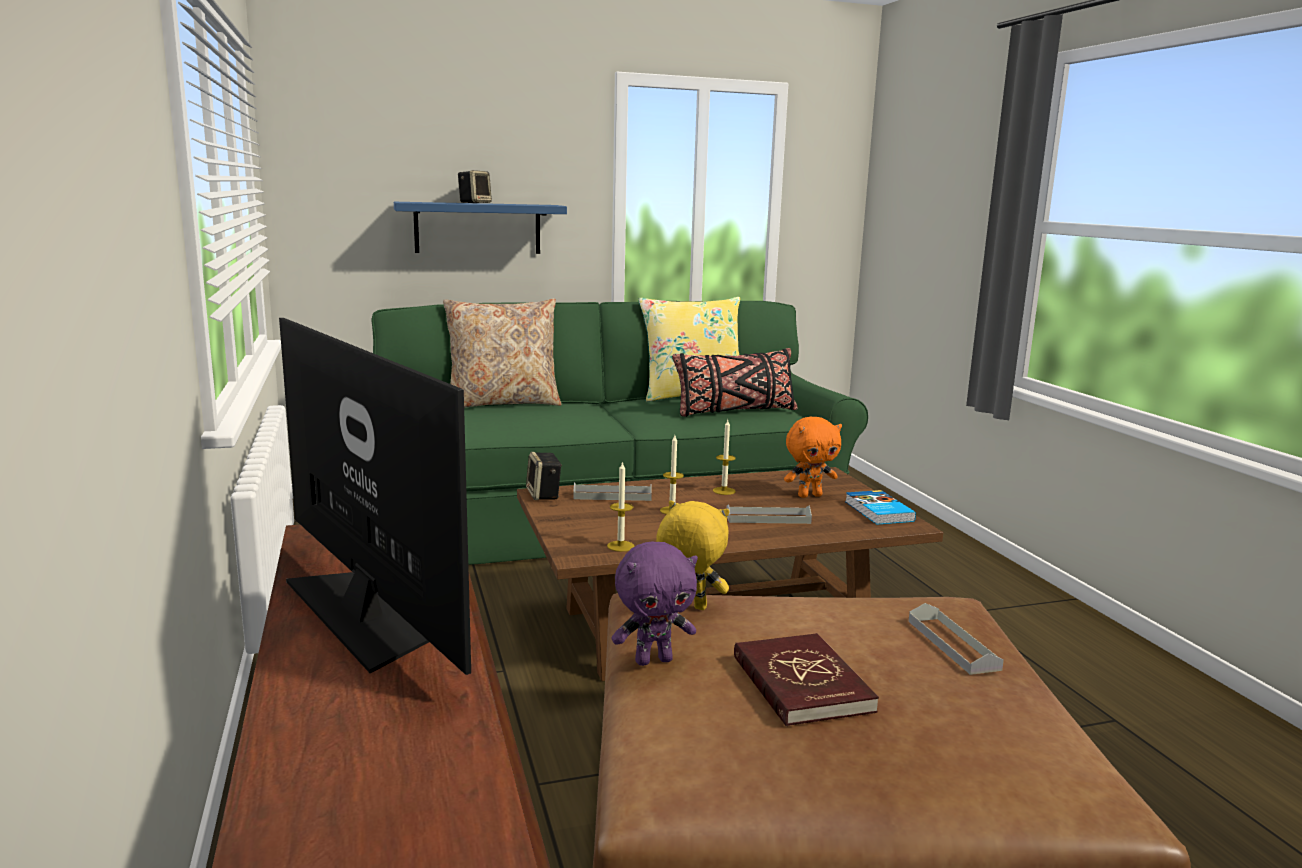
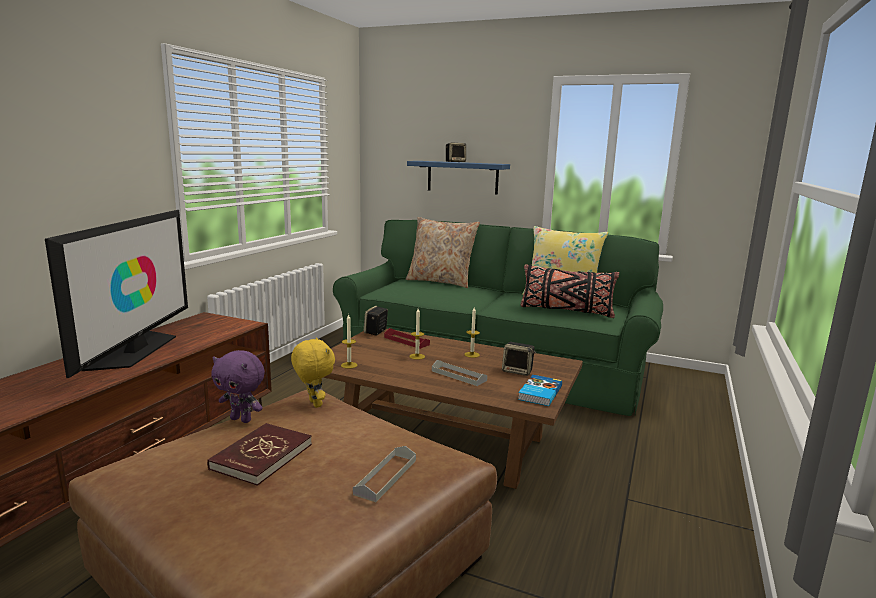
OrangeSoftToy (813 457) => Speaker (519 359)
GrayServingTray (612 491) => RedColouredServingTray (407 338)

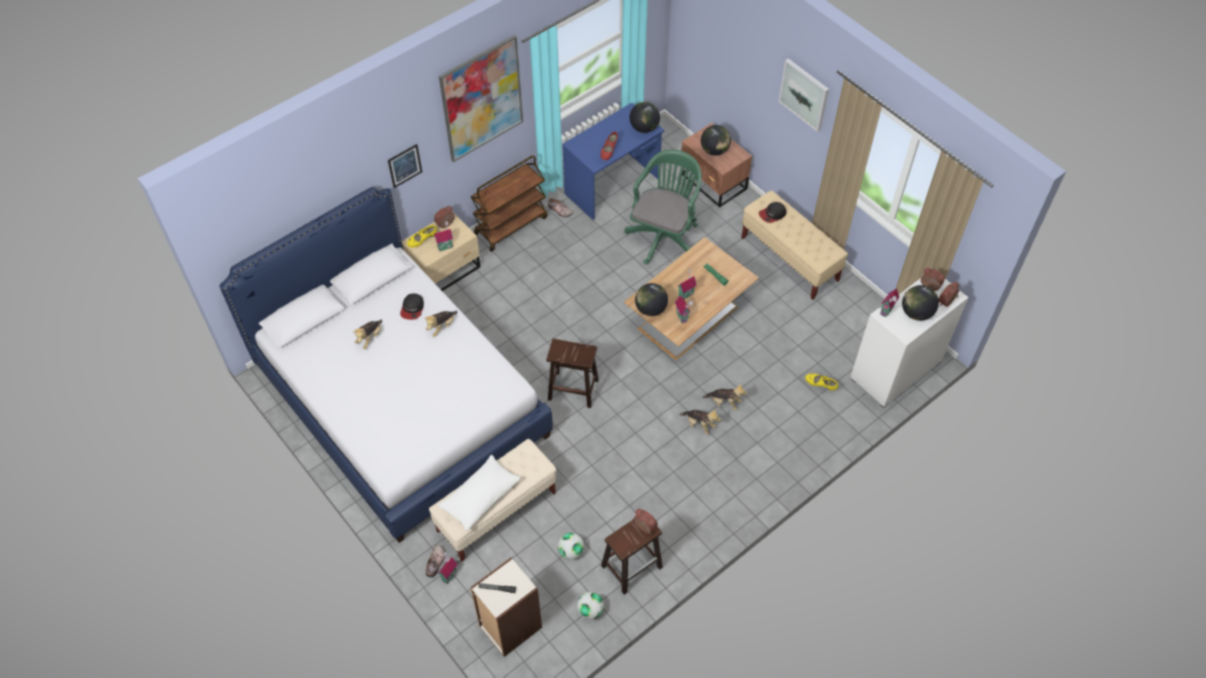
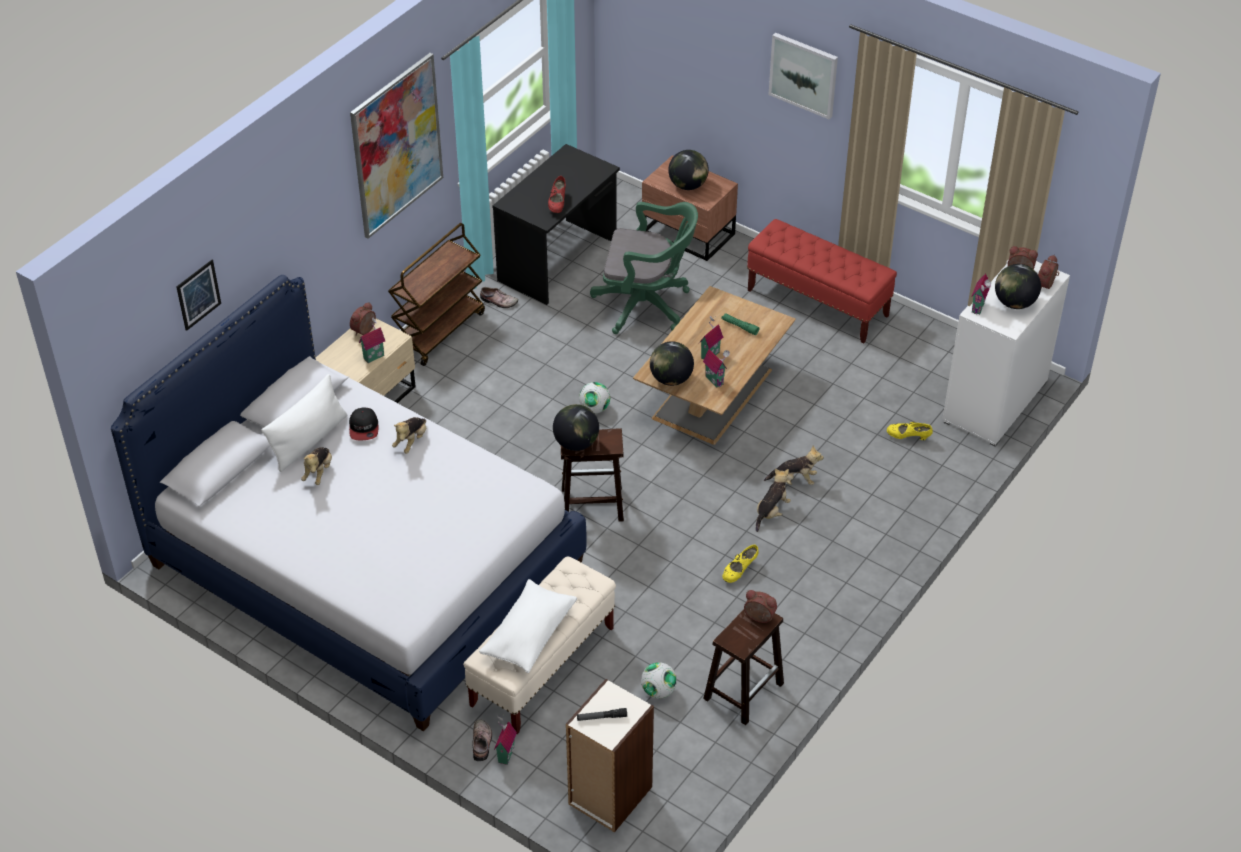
WorldGlobe (645 117) => WorldGlobe (576 427), shifted
BlueDeskTable (613 161) => BlackishDeskTable (556 224)
WallPicture (405 166) => WallPicture (198 295), shifted
GreenishDeskChair (663 207) => GreenishDeskChair (644 268), 90 degrees clockwise
BeigeIndoorBench (794 245) => RedColouredIndoorBench (822 281)
Cap (772 212) => nothing
YellowItemOfFootwear (422 236) => YellowItemOfFootwear (740 564), shifted
SoftToy (700 422) => SoftToy (773 500), 75 degrees counterclockwise
BallForFootball (590 605) => BallForFootball (594 397), shifted
nothing => WhiteColouredCushion (304 423)

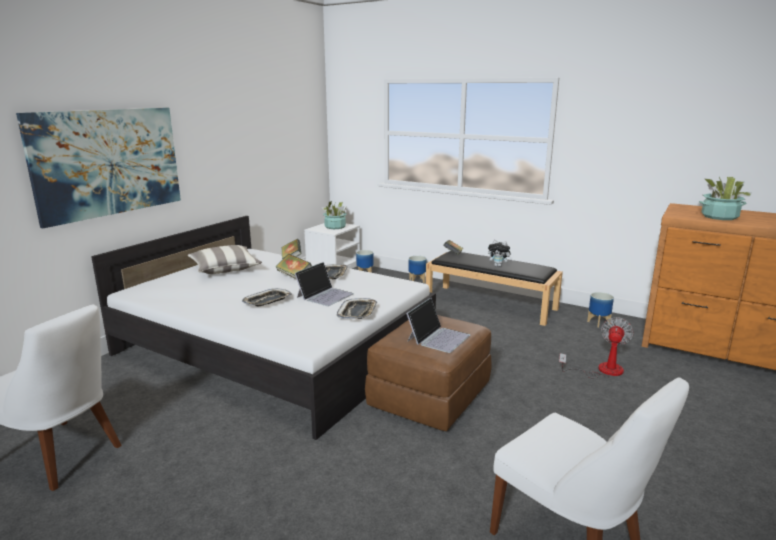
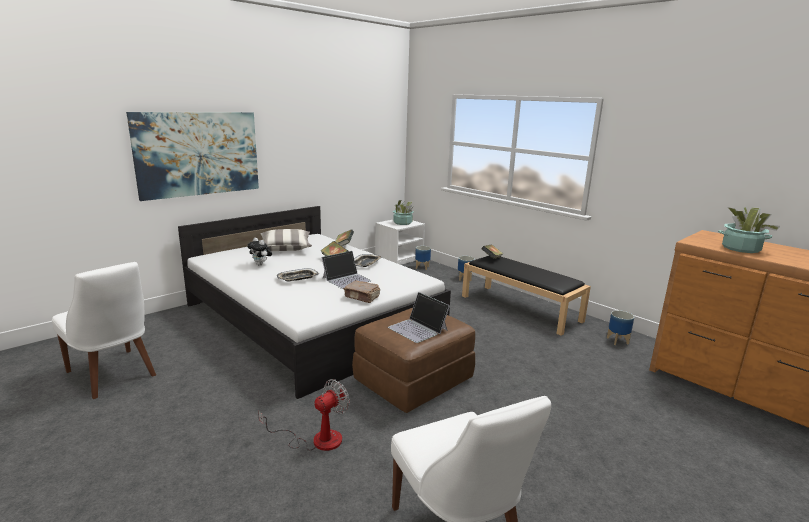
SoftToy (500 253) => SoftToy (259 252), shifted
ServingTray (357 308) => BrownishBoundBook (361 292)
PortableComputer (438 325) => PortableComputer (419 317), 90 degrees clockwise
CoolingFan (596 347) => CoolingFan (304 415), shifted

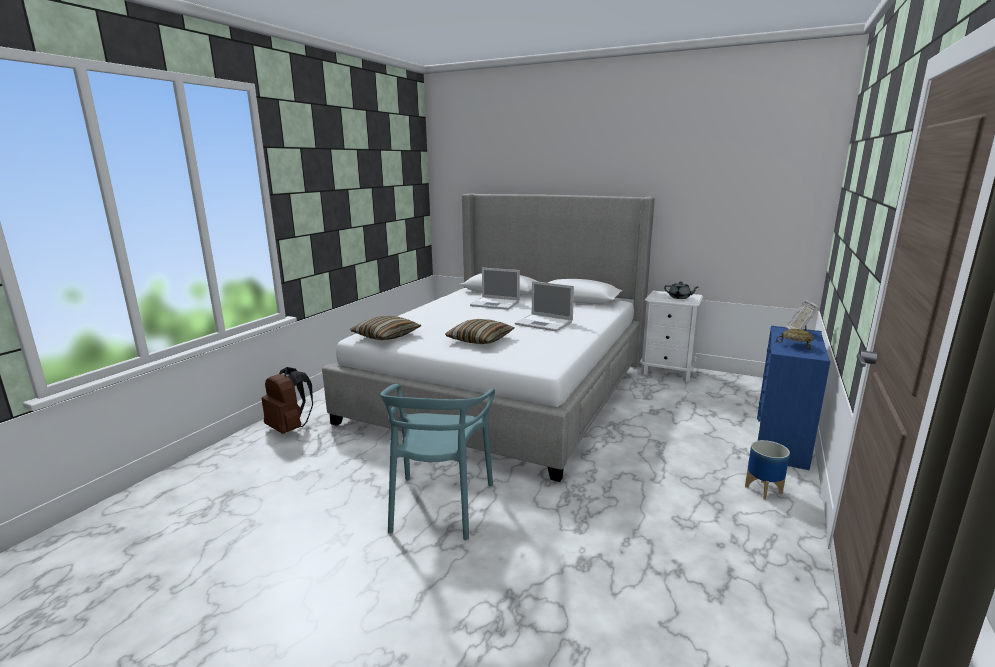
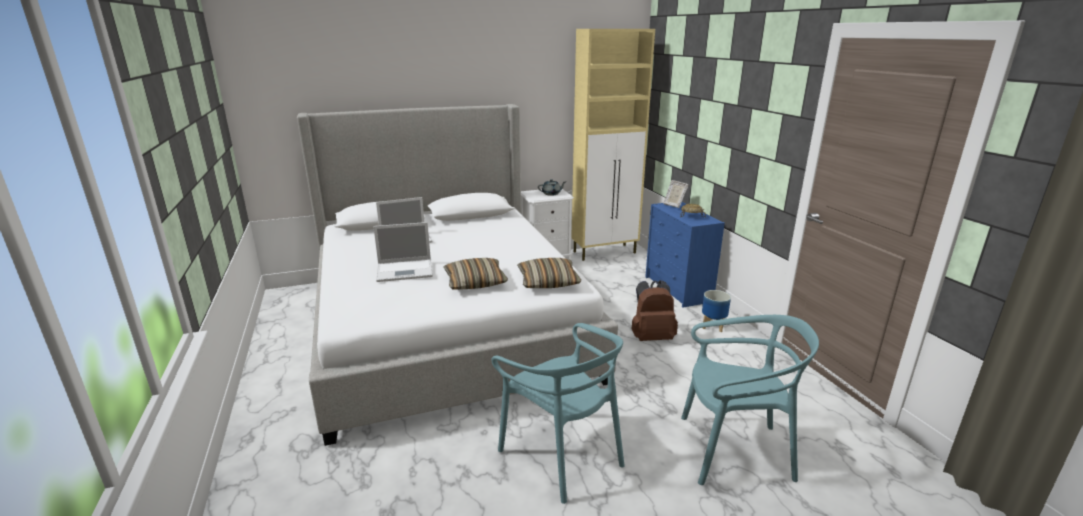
PortableComputer (544 306) => PortableComputer (403 252), shifted
Cushion (386 328) => Cushion (549 273), shifted
BrownishRucksack (287 400) => BrownishRucksack (654 310), shifted
nothing => BeigeCabinet (613 145)
nothing => TurquoiseColouredChair (750 400)

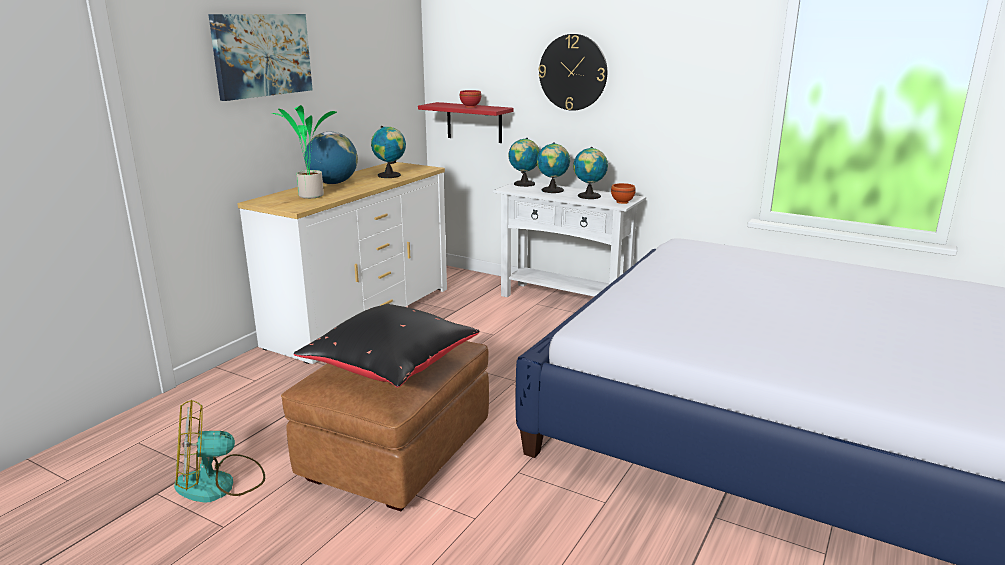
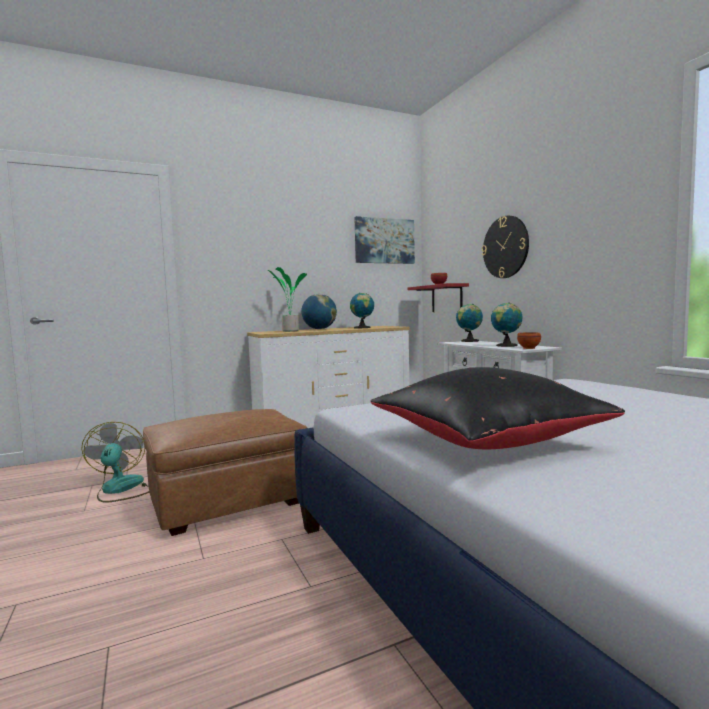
WallPicture (260 57) => WallPicture (384 240), shifted
WorldGlobe (553 167) => nothing
BlackishCushion (386 346) => BlackishCushion (497 408), shifted
CoolingFan (219 451) => CoolingFan (115 462), 60 degrees clockwise

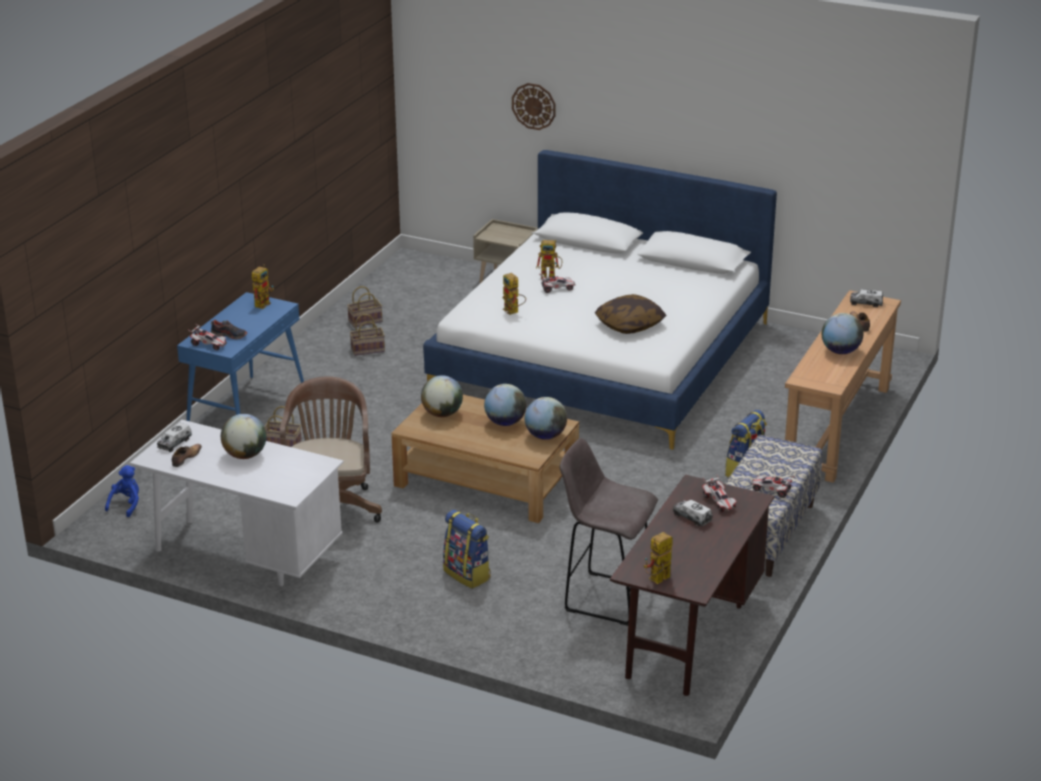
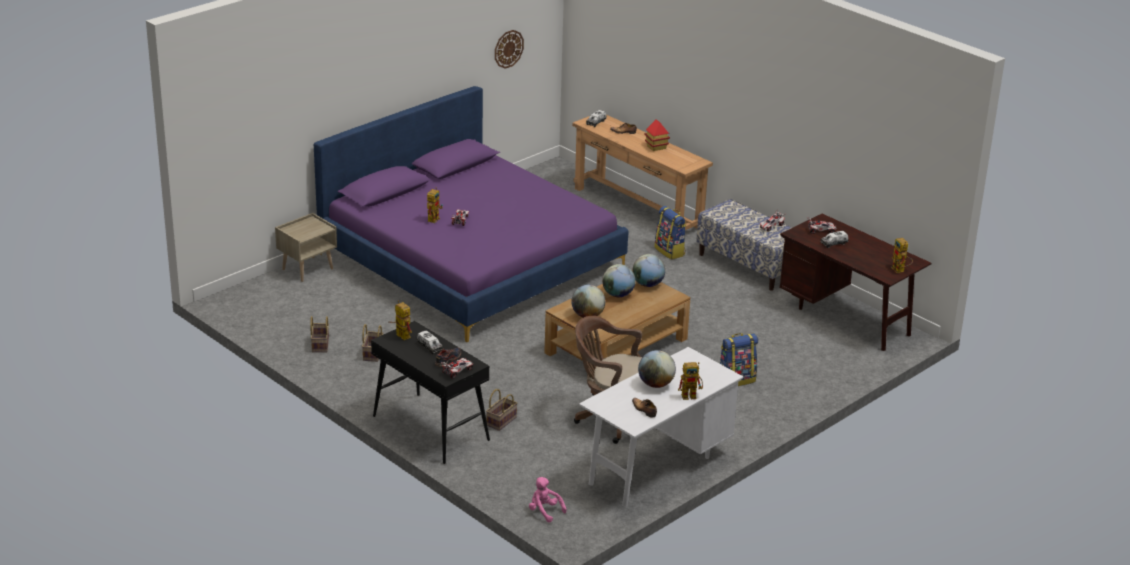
HangingClock (534 106) => HangingClock (509 49), shifted
WhiteColouredSleepingBed (600 300) => PurplishSleepingBed (471 214)
ModelRobot (514 294) => ModelRobot (690 381), shifted
BlueNarrowTable (240 356) => BlackishNarrowTable (430 392)
Cushion (631 314) => nothing
WorldGlobe (843 333) => ToyHouse (657 135)
ToyTruck (174 437) => ToyTruck (430 342), shifted
GrayStool (609 532) => nothing
BlueSoftToy (122 491) => PinkSoftToy (548 500)

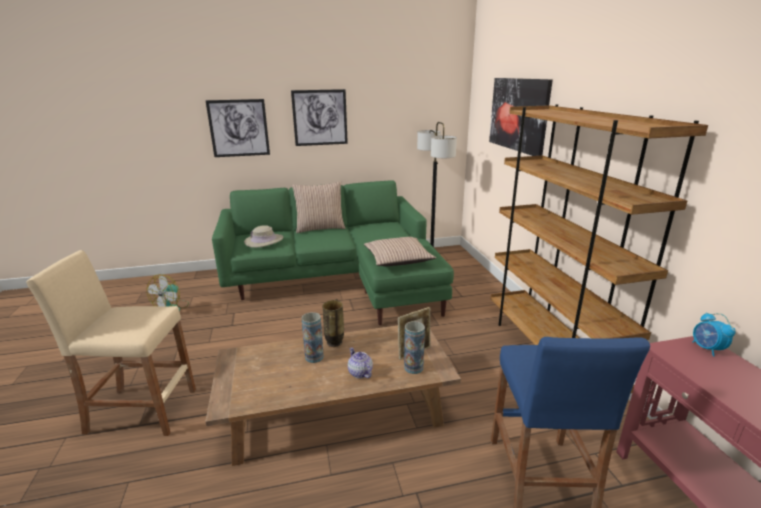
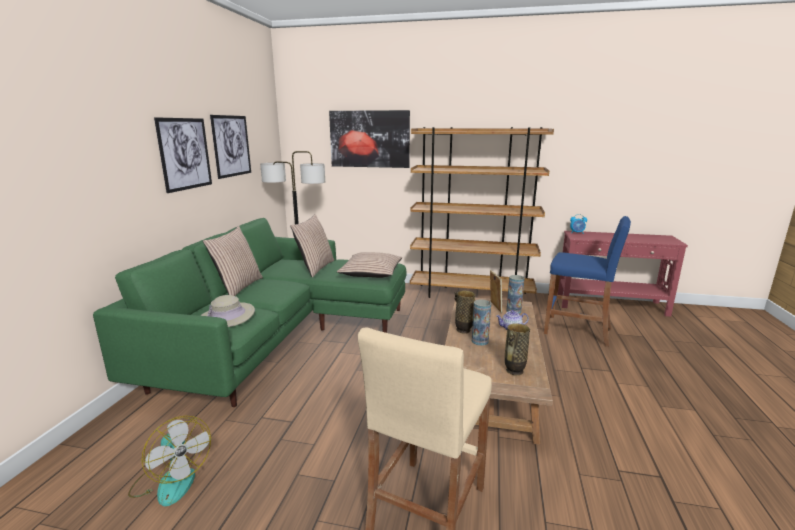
WallPicture (238 128) => WallPicture (230 147), shifted
nothing => Cushion (312 245)
nothing => Vase (517 349)

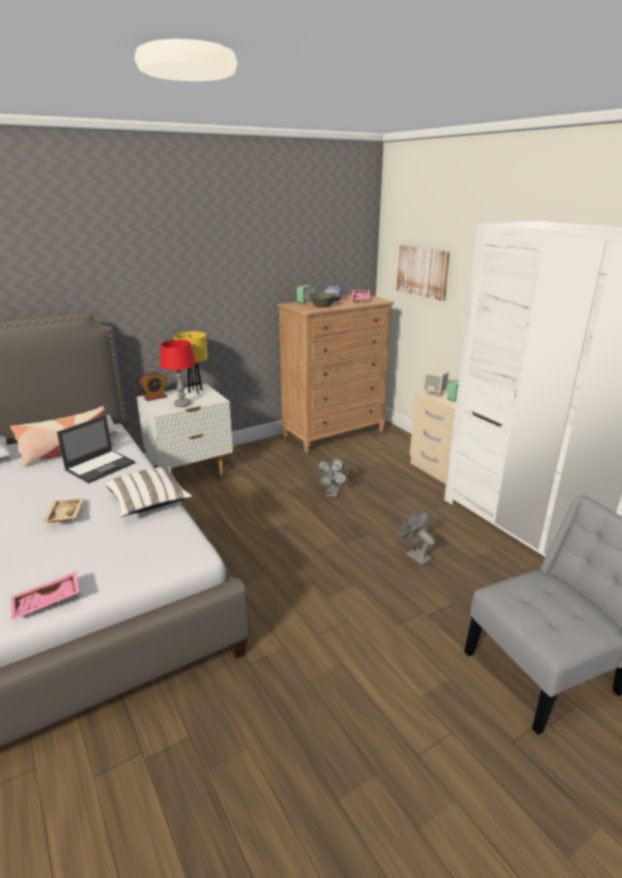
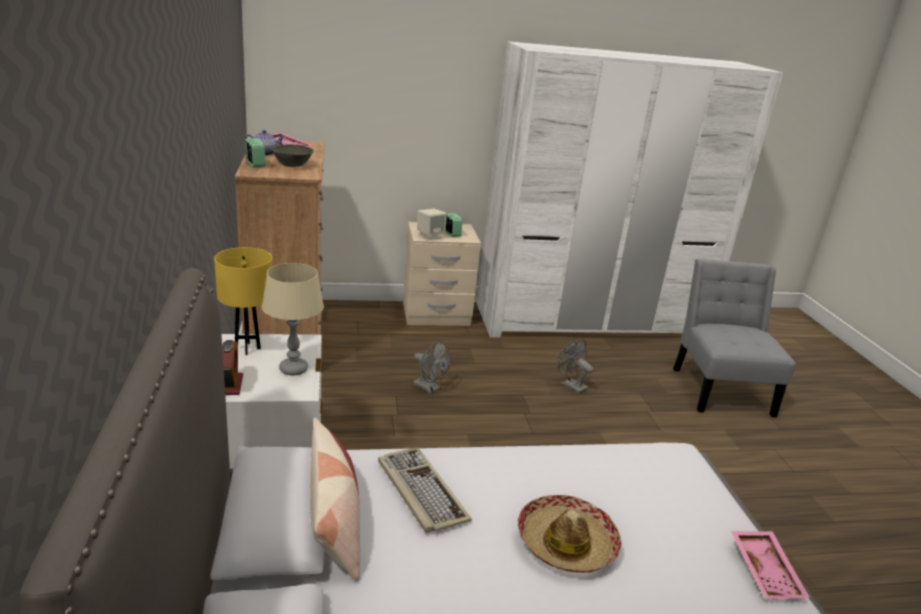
WallPicture (423 273) => nothing
RedColouredLampForATable (178 373) => BeigeLampForATable (293 319)
PortableComputer (96 449) => Keyboard (425 490)
WhiteColouredCushion (149 492) => nothing
BeigeServingTray (63 510) => Hat (569 534)
GrayCoolingFan (417 538) => GrayCoolingFan (575 366), 60 degrees clockwise

